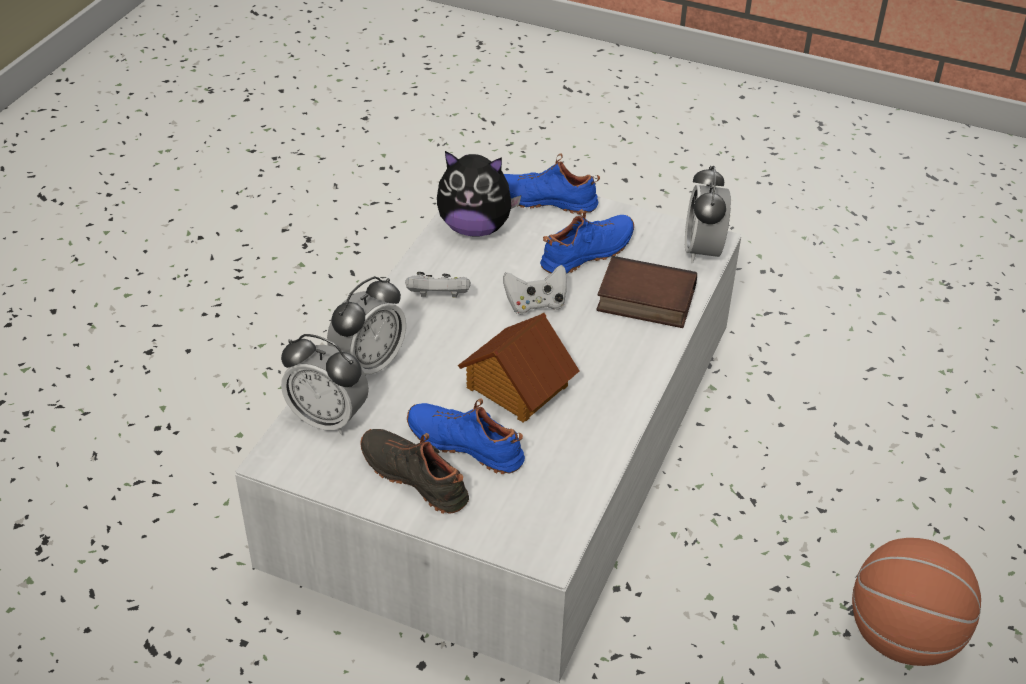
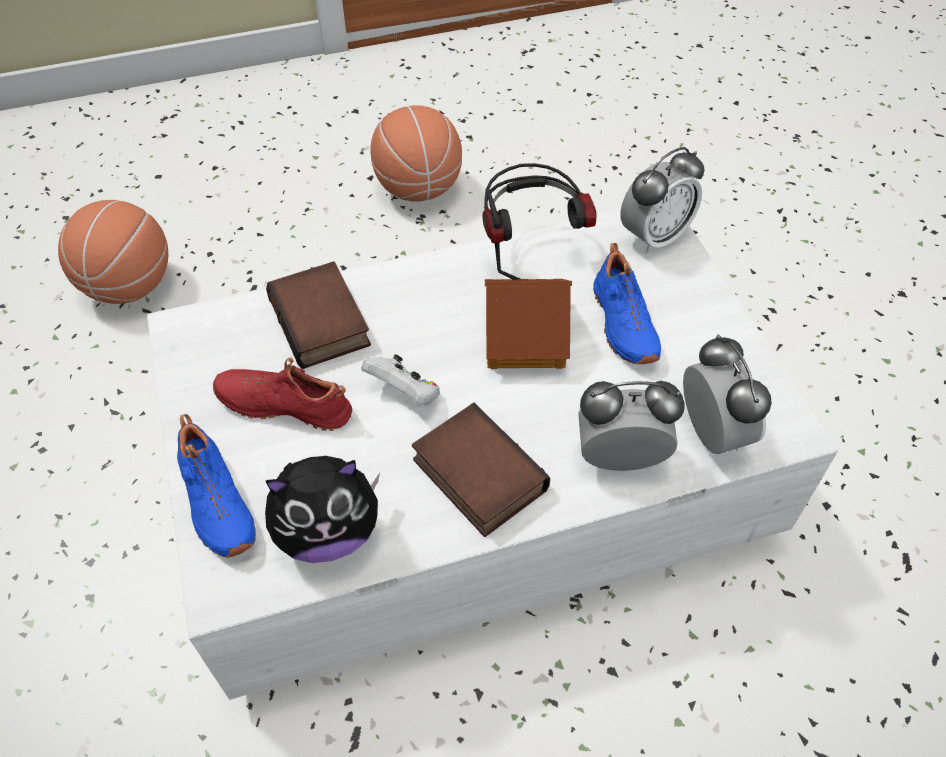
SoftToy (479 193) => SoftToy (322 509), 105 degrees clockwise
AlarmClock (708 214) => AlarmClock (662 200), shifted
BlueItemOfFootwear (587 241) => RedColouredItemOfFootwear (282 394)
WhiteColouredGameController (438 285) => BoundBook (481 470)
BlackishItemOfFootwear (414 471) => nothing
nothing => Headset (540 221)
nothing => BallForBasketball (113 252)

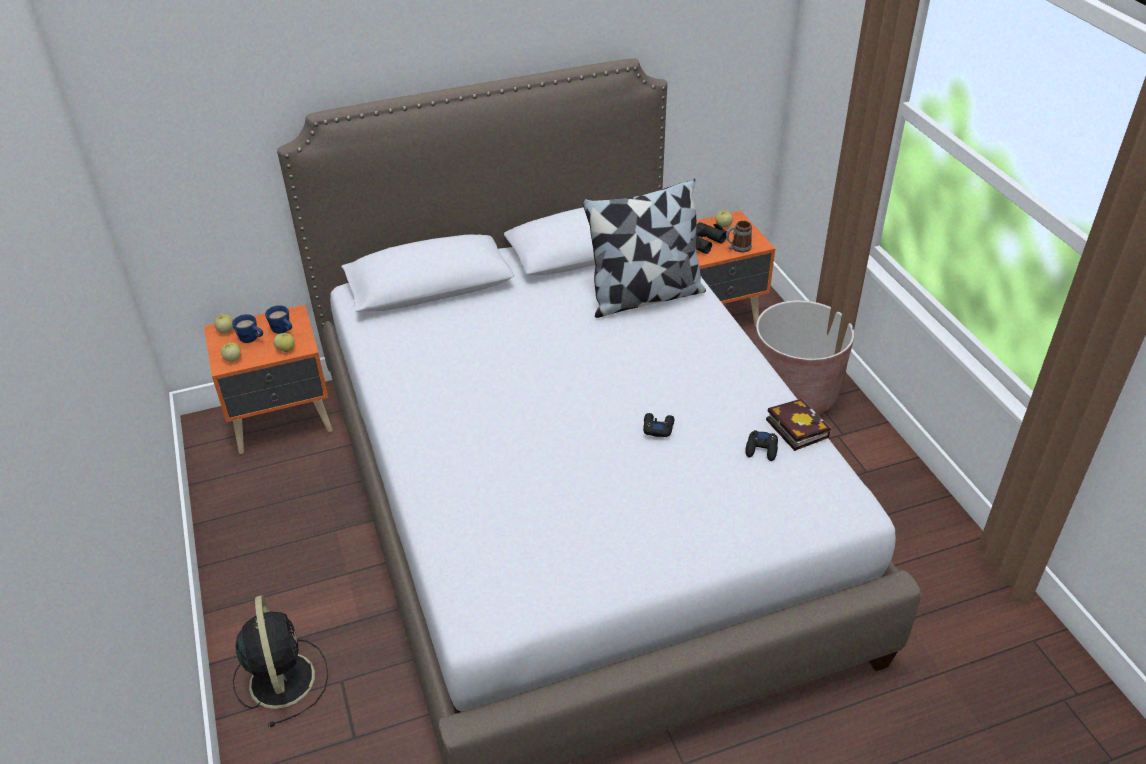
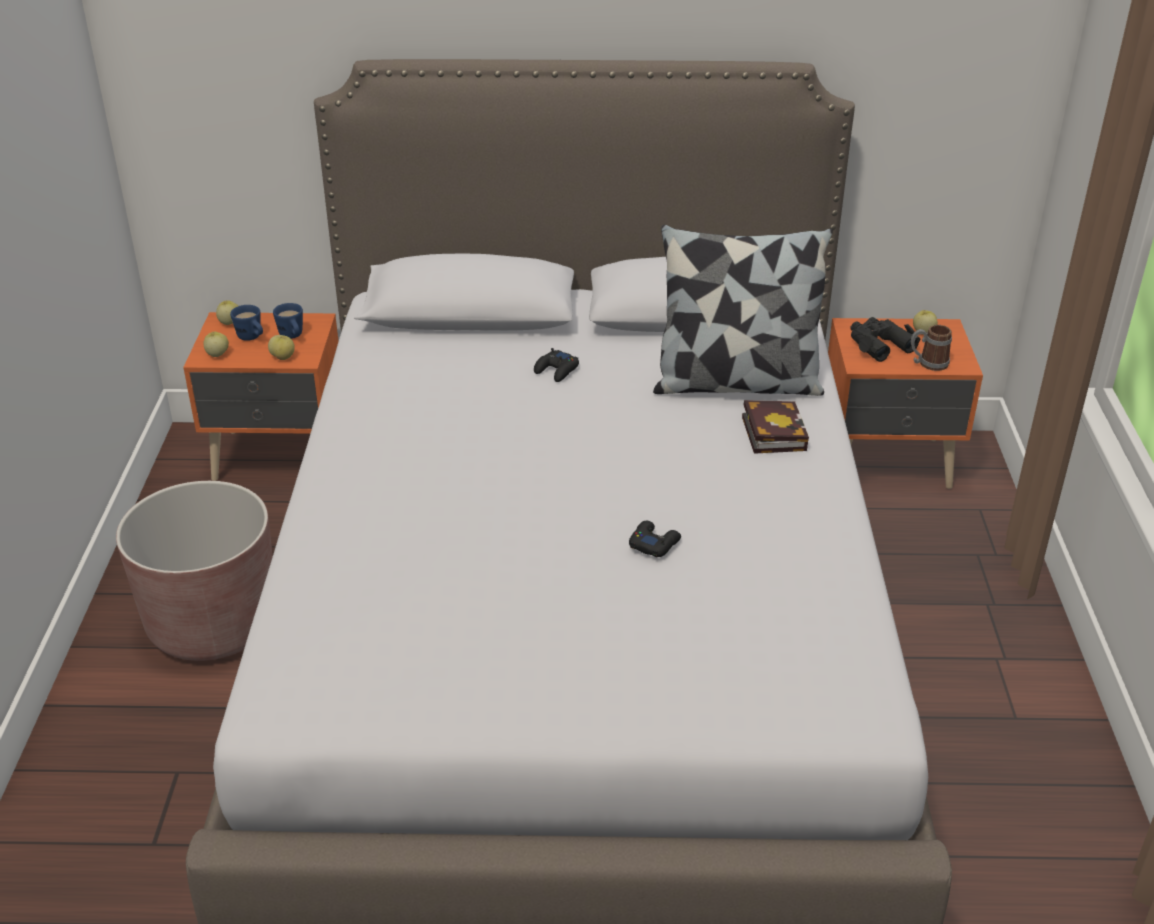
BrownishFlowerPot (804 357) => BrownishFlowerPot (194 571), shifted
BoundBook (798 424) => BoundBook (775 427), shifted
BlackishGameController (761 445) => BlackishGameController (556 365), shifted
BlackishCoolingFan (280 661) => nothing

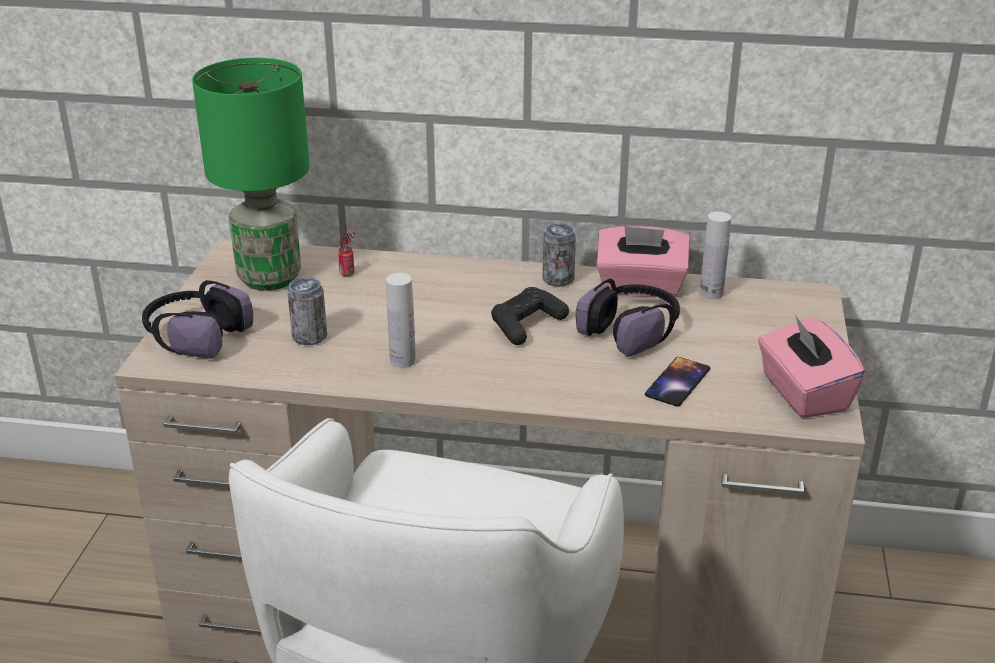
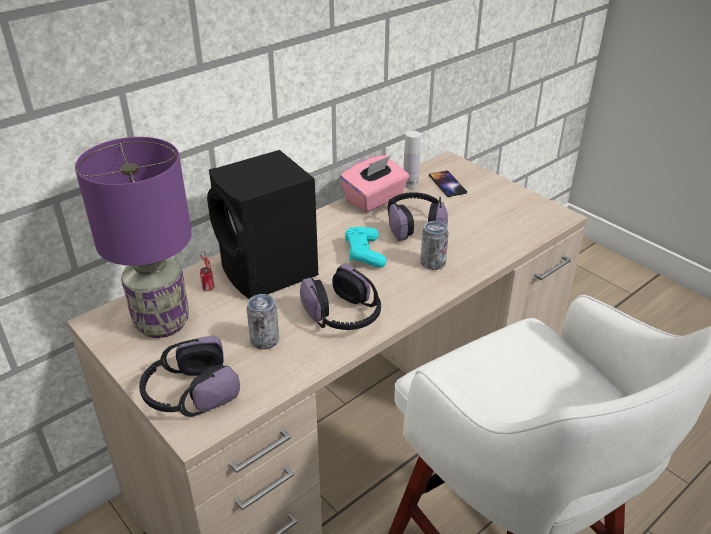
GreenishLampForATable (251 174) => PurplishLampForATable (133 237)
SealedCan (559 255) => SealedCan (435 245), shifted
WhiteColouredBeverageBottle (401 320) => Headset (340 296)
BlackishGameController (530 316) => TurquoiseColouredGameController (366 247)
PinkTissueBox (811 366) => nothing
Phone (677 382) => Phone (448 184), shifted
nothing => BlackishSpeaker (262 224)

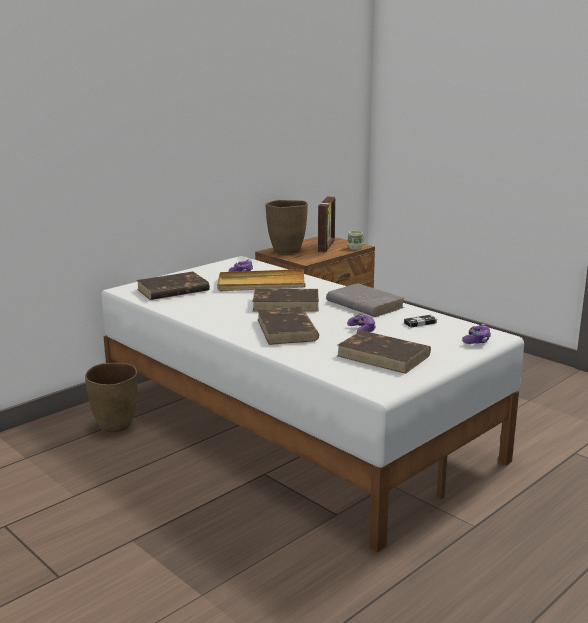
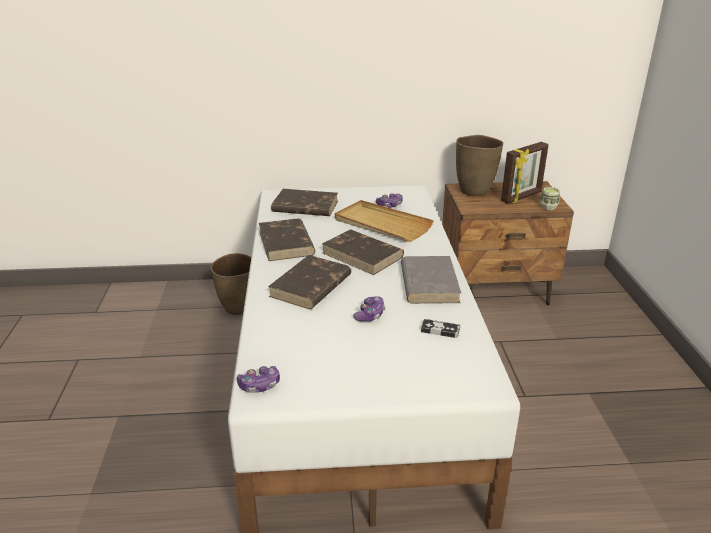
GameController (476 334) => GameController (258 379), shifted
BrownishBoundBook (384 352) => BrownishBoundBook (287 240), shifted

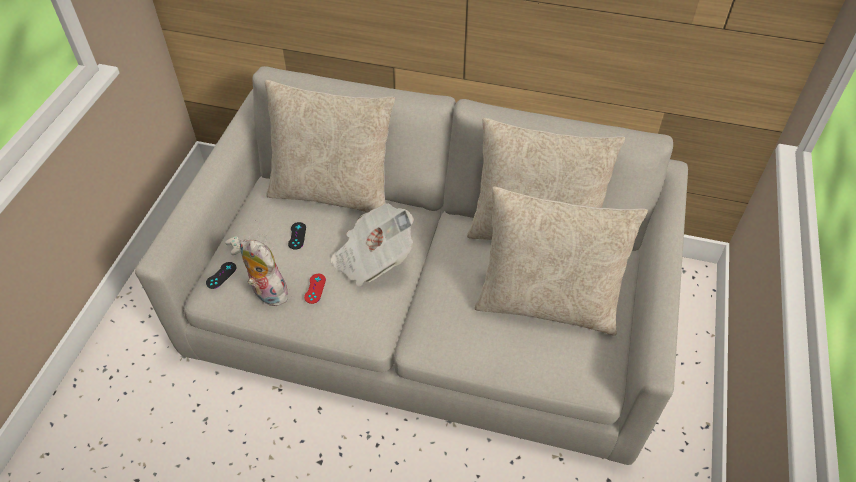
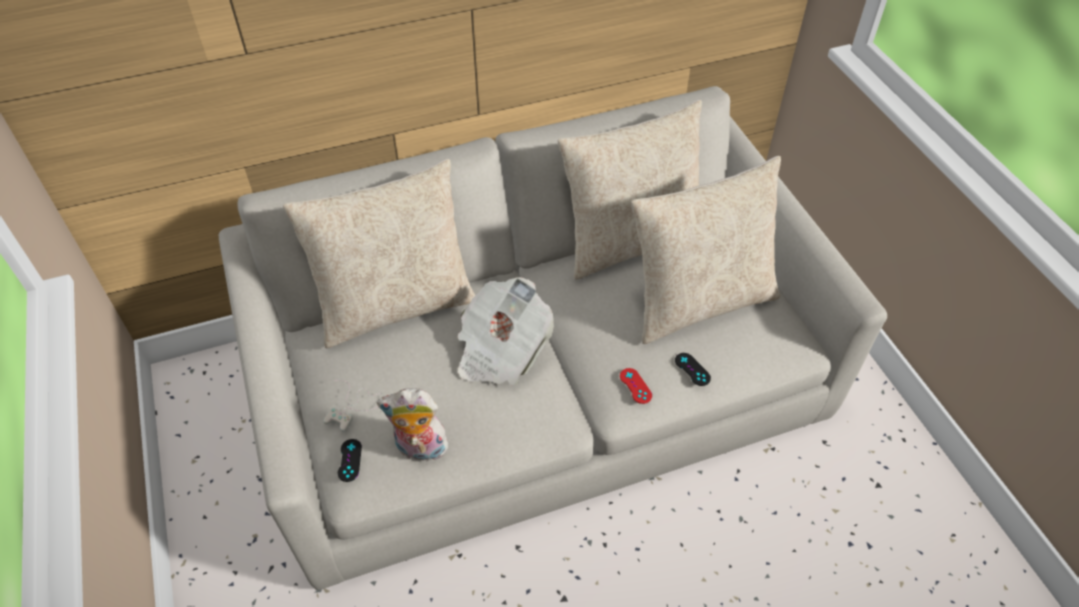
BlackishGameController (297 236) => BlackishGameController (693 369), shifted
RedColouredGameController (315 289) => RedColouredGameController (636 386), shifted

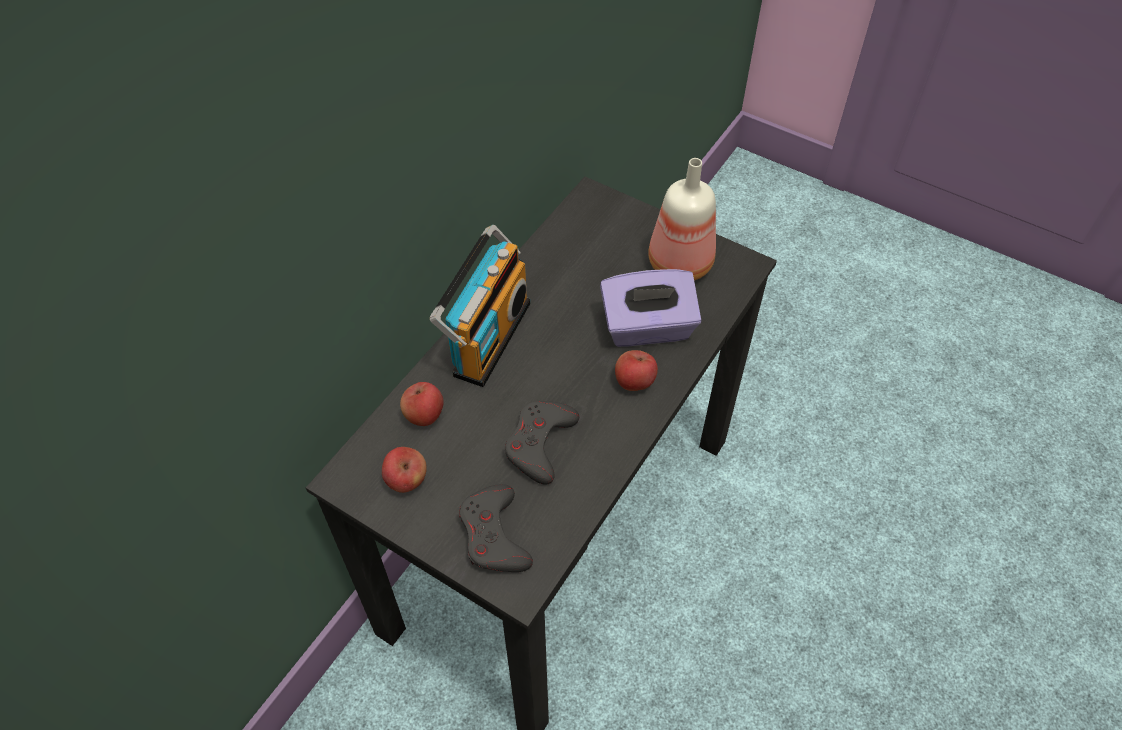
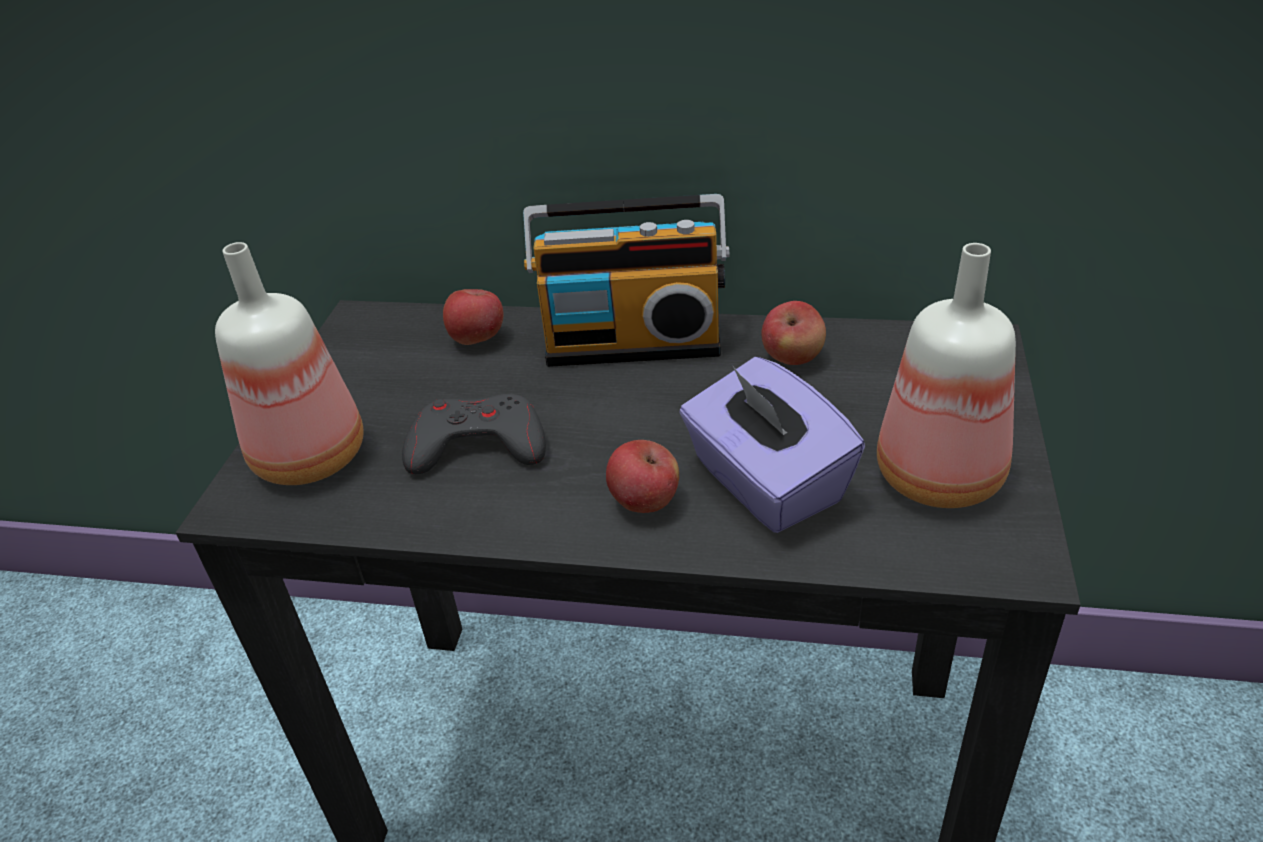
Apple (404 470) => Apple (793 333), shifted
GrayGameController (496 528) => BeverageBottle (289 363)

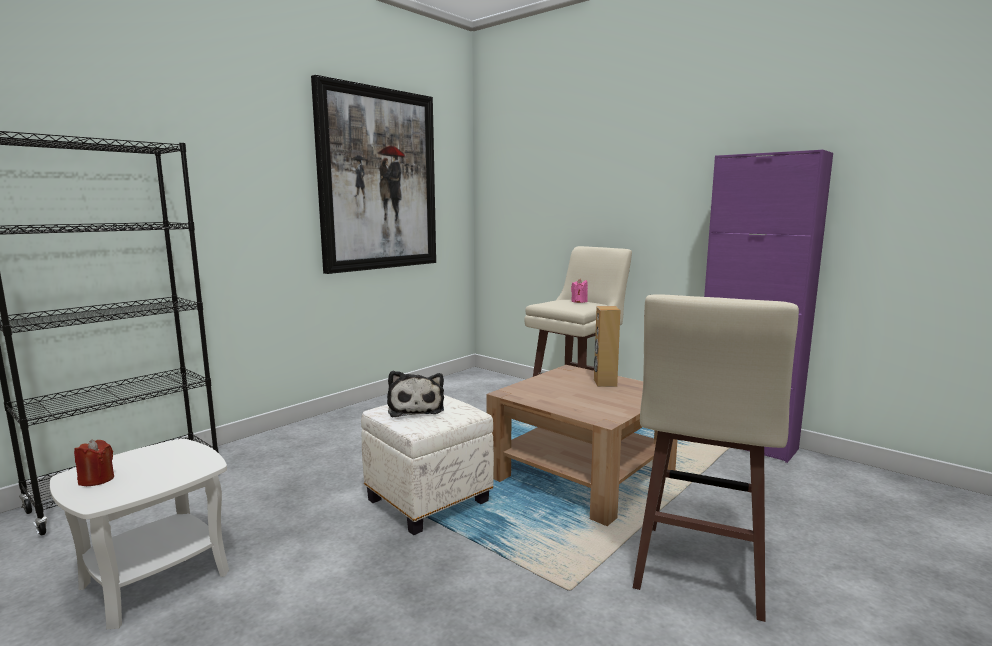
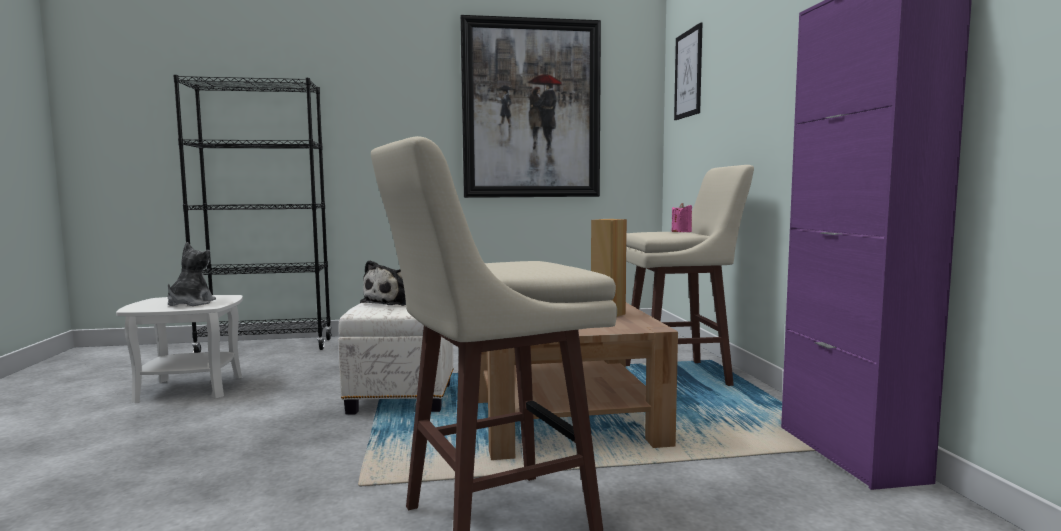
RedColouredWaxCandle (94 463) => nothing
nothing => WallPicture (688 71)
nothing => SoftToy (192 274)

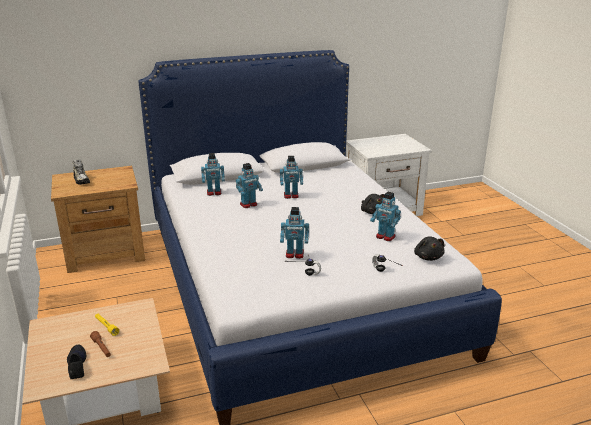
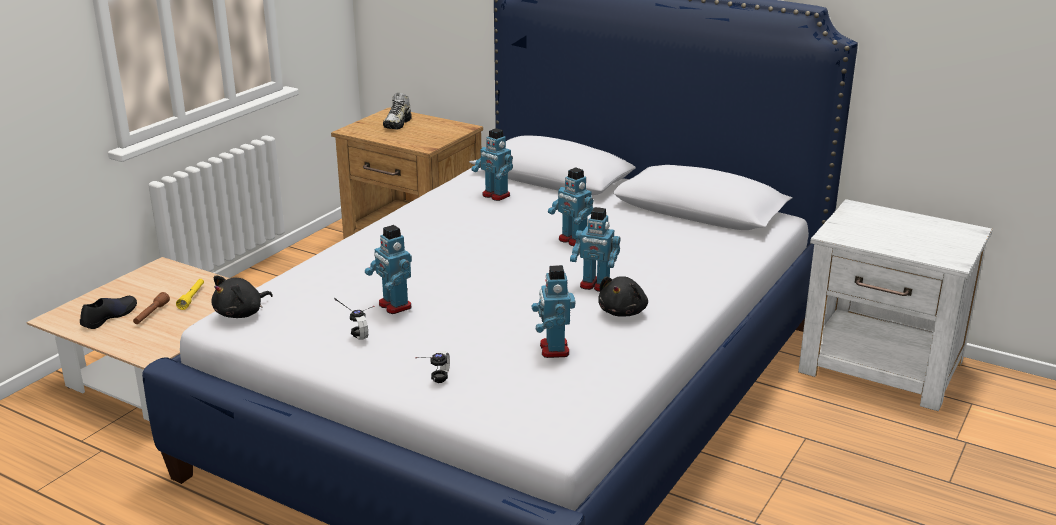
ModelRobot (249 185) => ModelRobot (595 249), shifted
BlackishSoftToy (429 248) => BlackishSoftToy (242 296), shifted

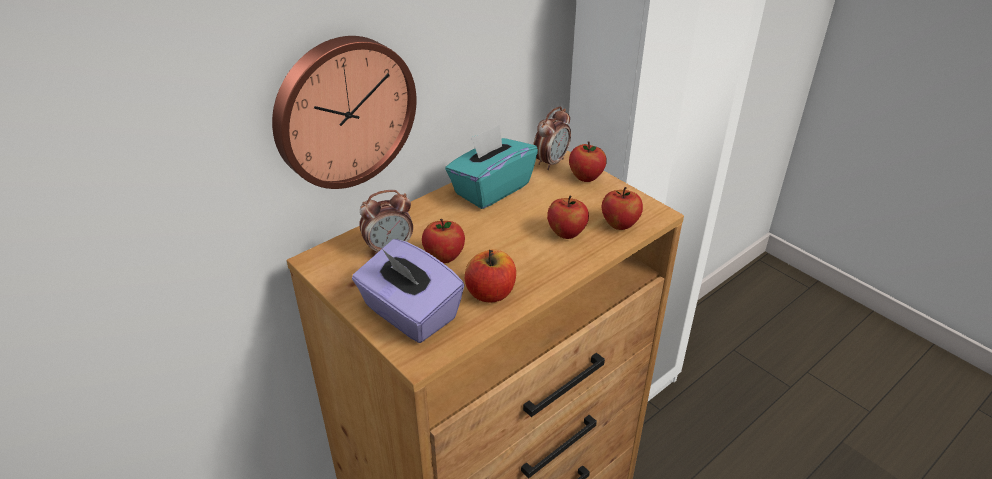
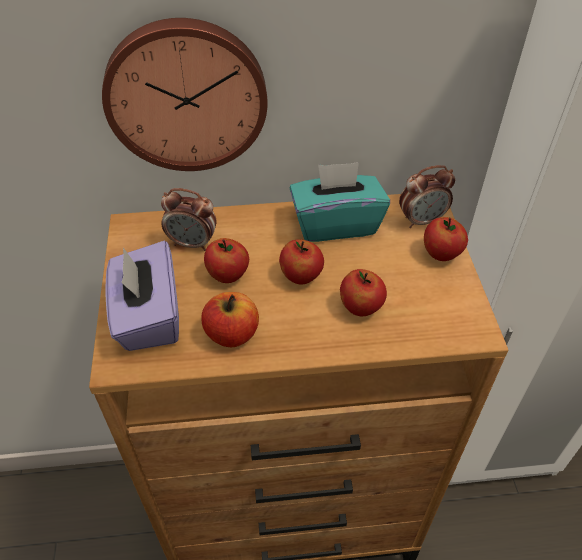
Apple (622 208) => Apple (301 261), shifted

